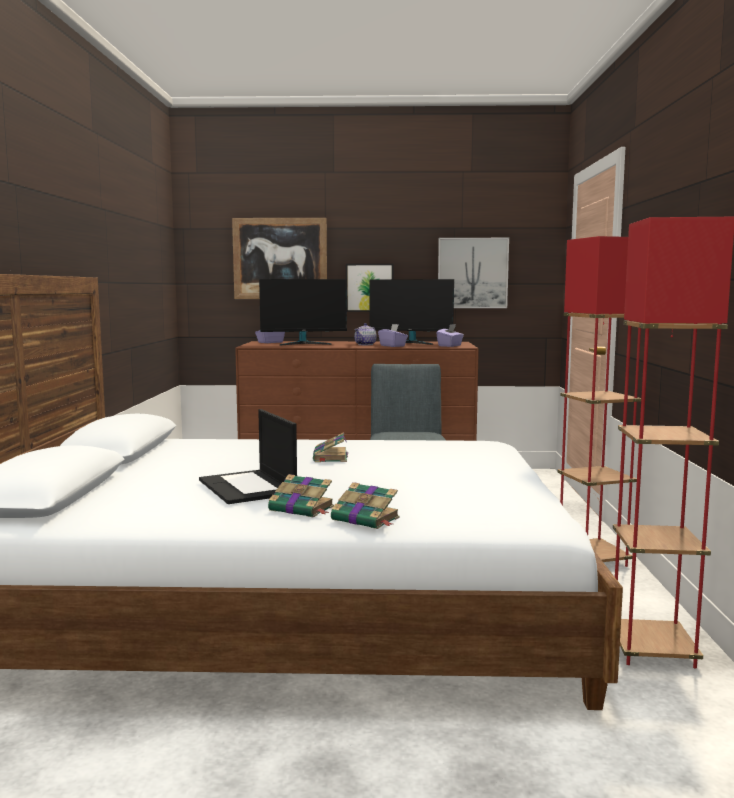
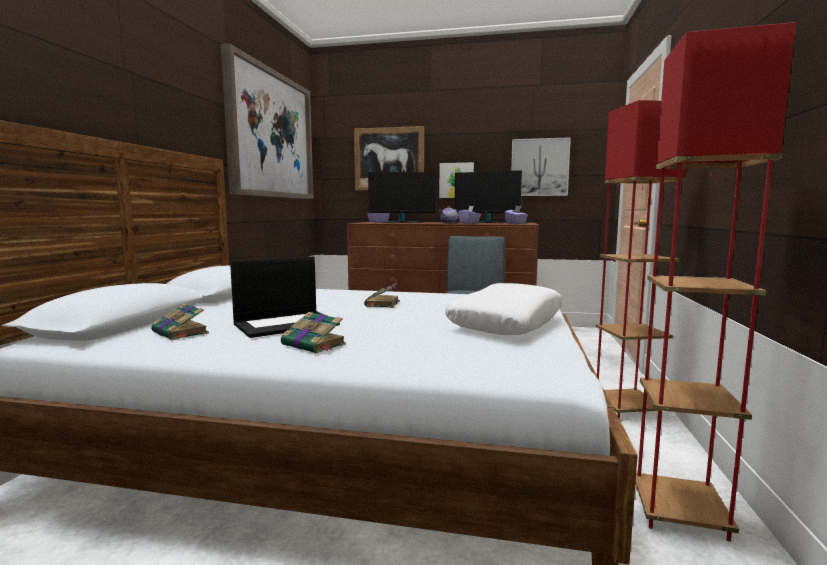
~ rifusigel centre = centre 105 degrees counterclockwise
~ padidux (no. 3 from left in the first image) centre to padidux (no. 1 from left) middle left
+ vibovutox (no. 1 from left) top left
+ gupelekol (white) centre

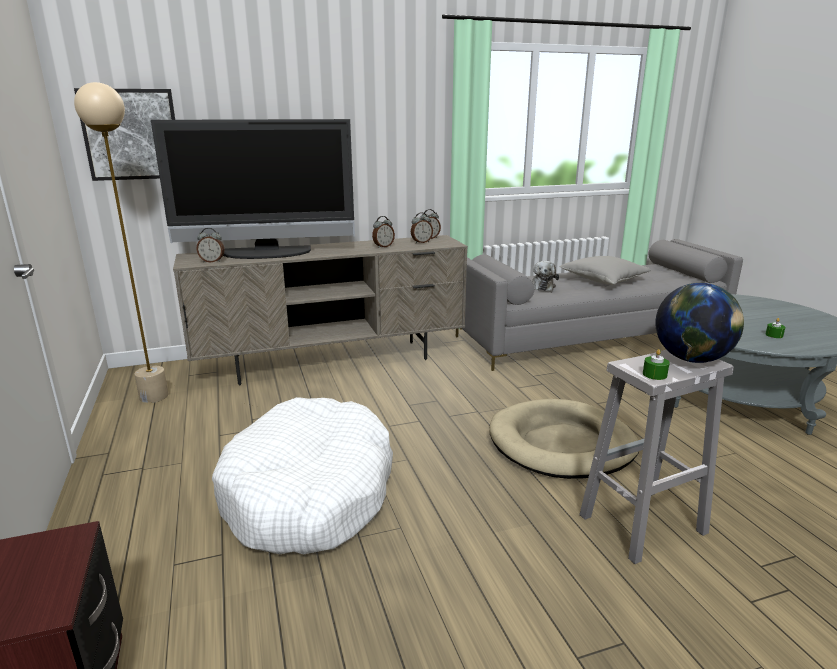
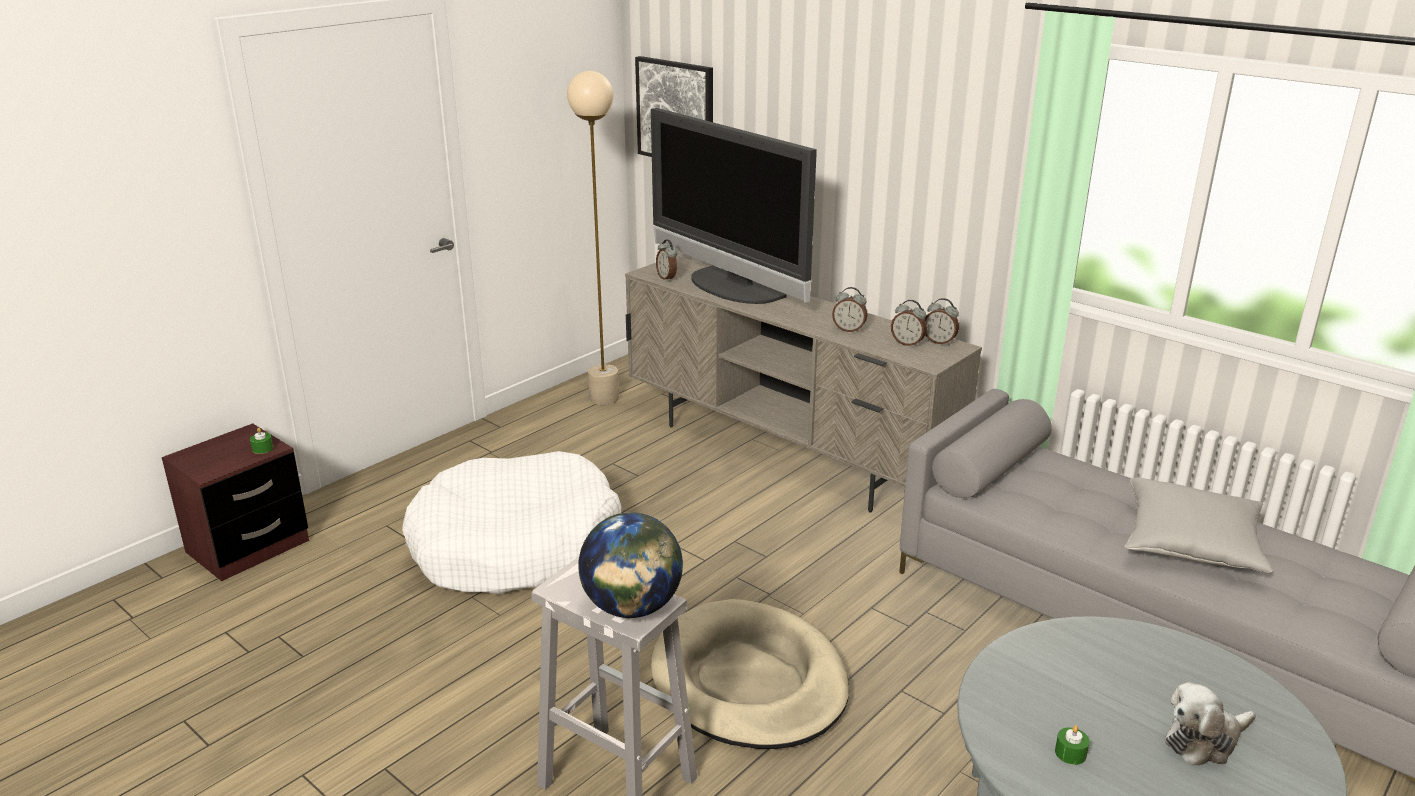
~ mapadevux centre to bottom right
~ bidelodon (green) (no. 1 from left) middle right to middle left

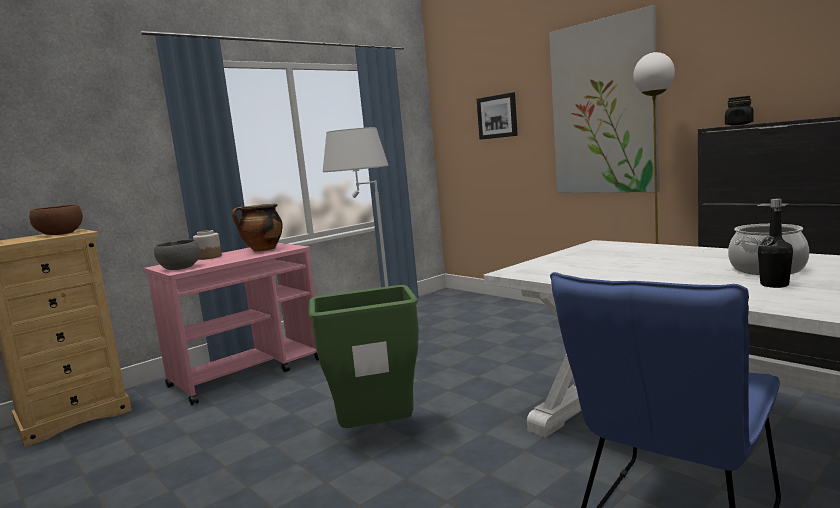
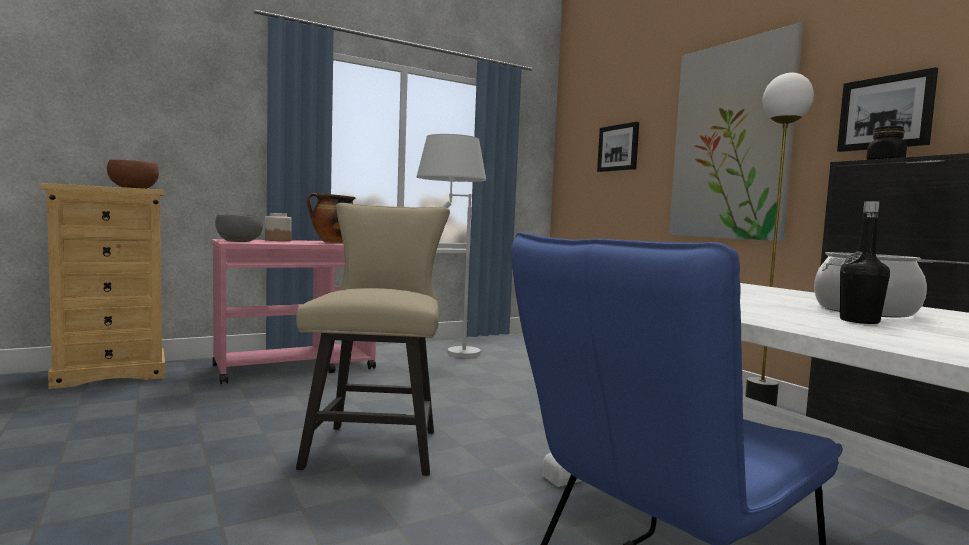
~ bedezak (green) bottom centre to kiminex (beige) centre
+ vibovutox (no. 3 from left) top right

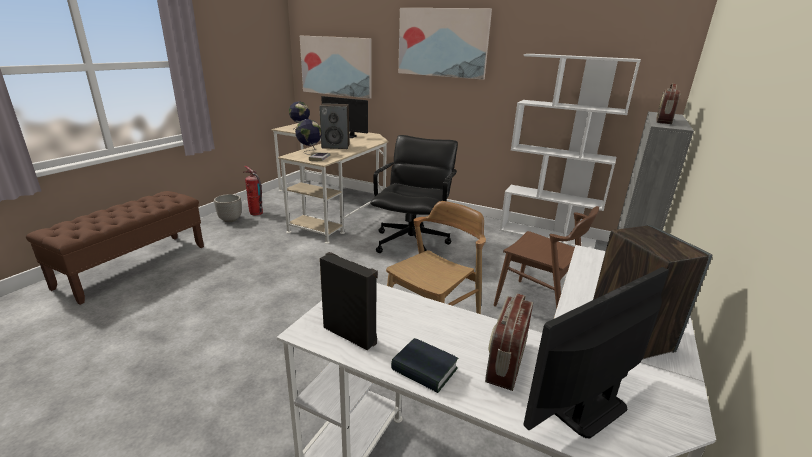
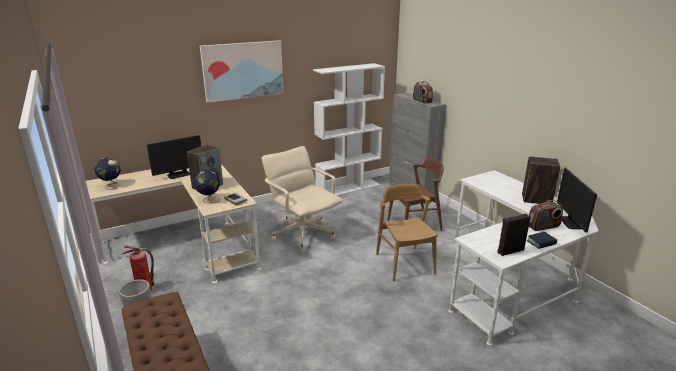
- vibovutox (no. 1 from left) top centre
~ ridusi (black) centre to ridusi (beige) centre
~ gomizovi (no. 1 from left in the first image) bottom centre = middle right 75 degrees counterclockwise

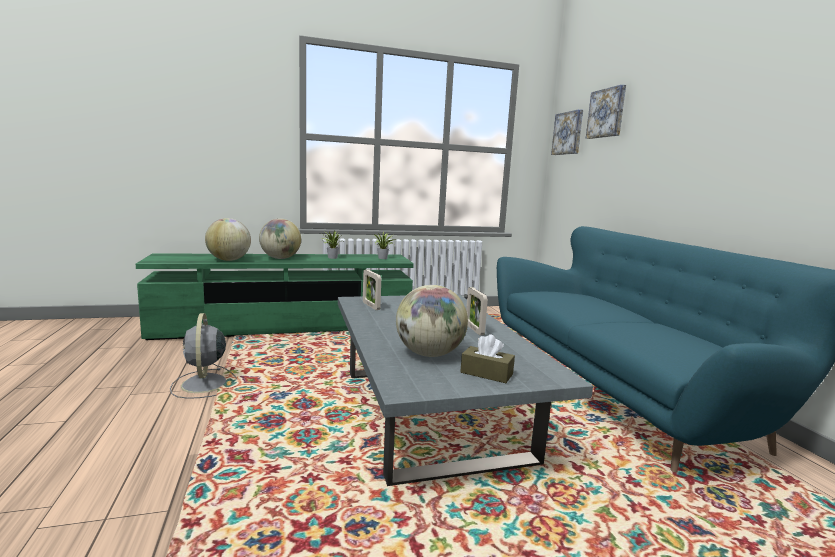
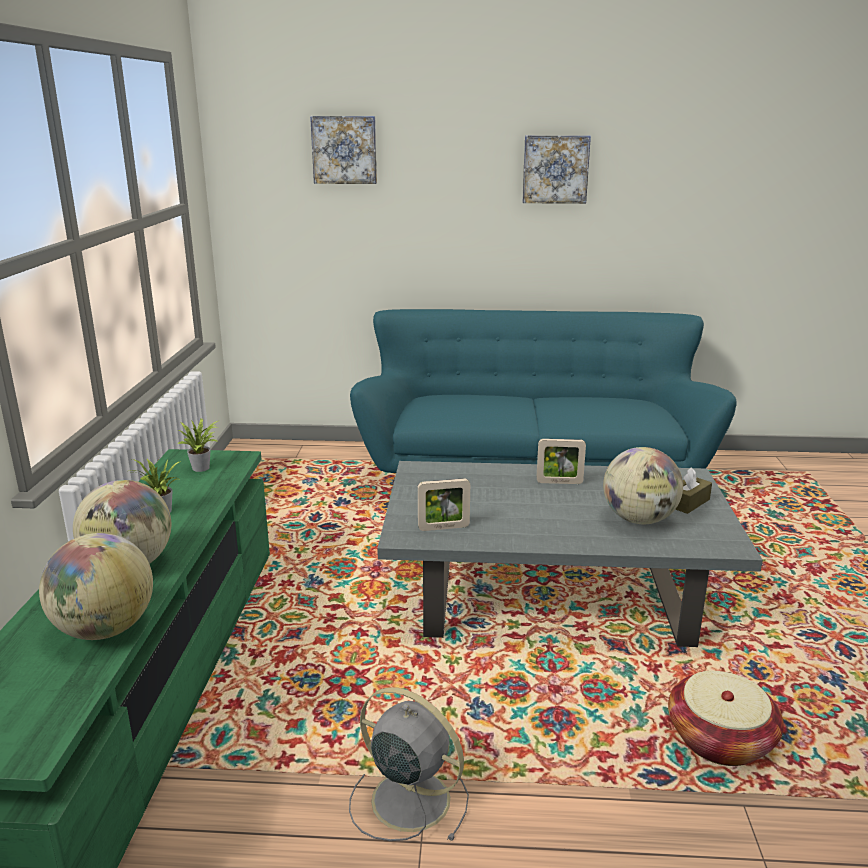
~ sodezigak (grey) middle left = bottom centre 150 degrees counterclockwise
~ vibovutox (no. 1 from left in the first image) top right to vibovutox (no. 2 from left) top centre
+ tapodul bottom right

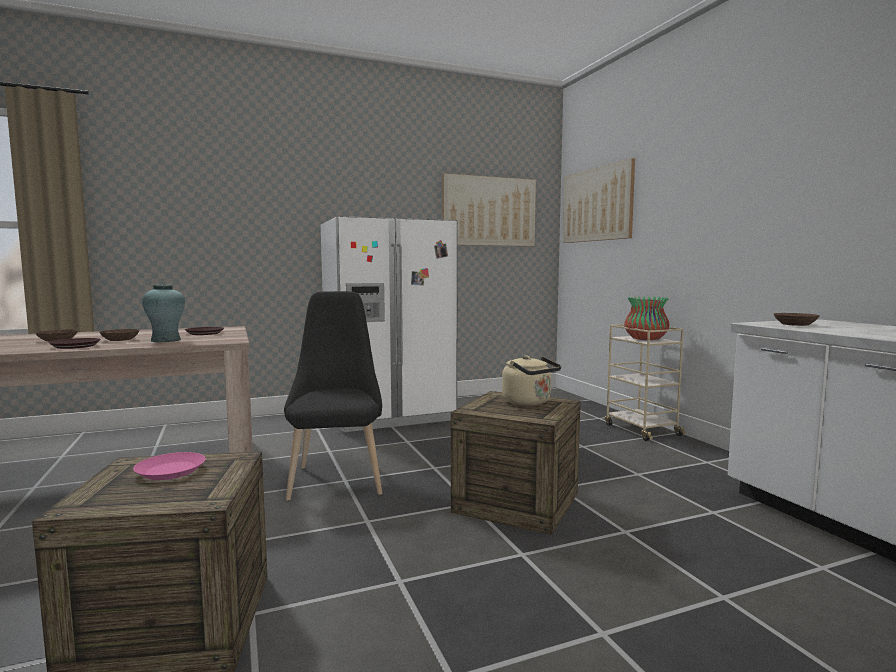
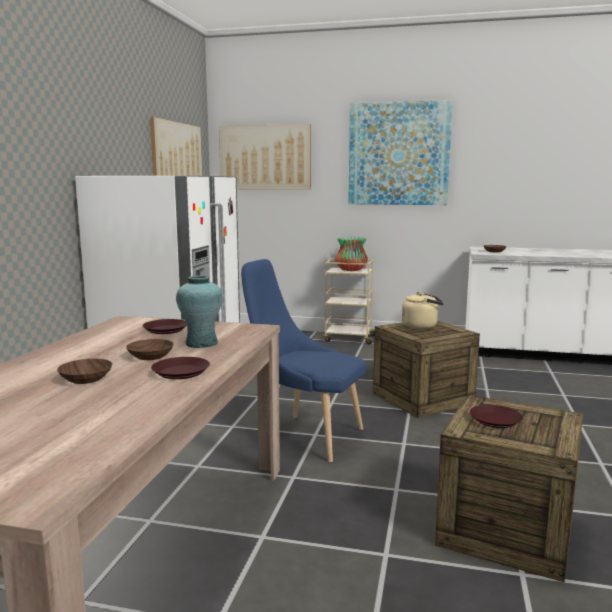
~ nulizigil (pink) bottom left to nulizigil (brown) (no. 3 from left) bottom right
~ kiminex (black) centre to kiminex (blue) centre
+ vibovutox (no. 3 from left) top centre

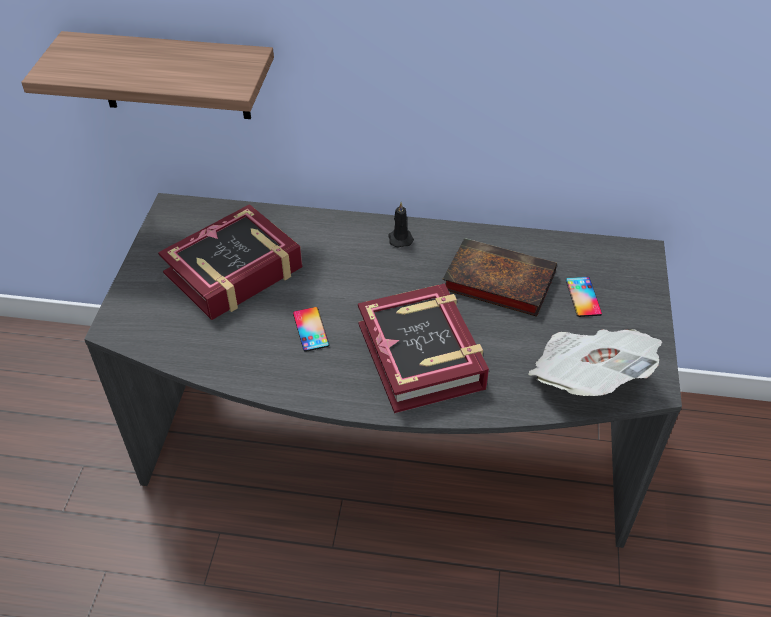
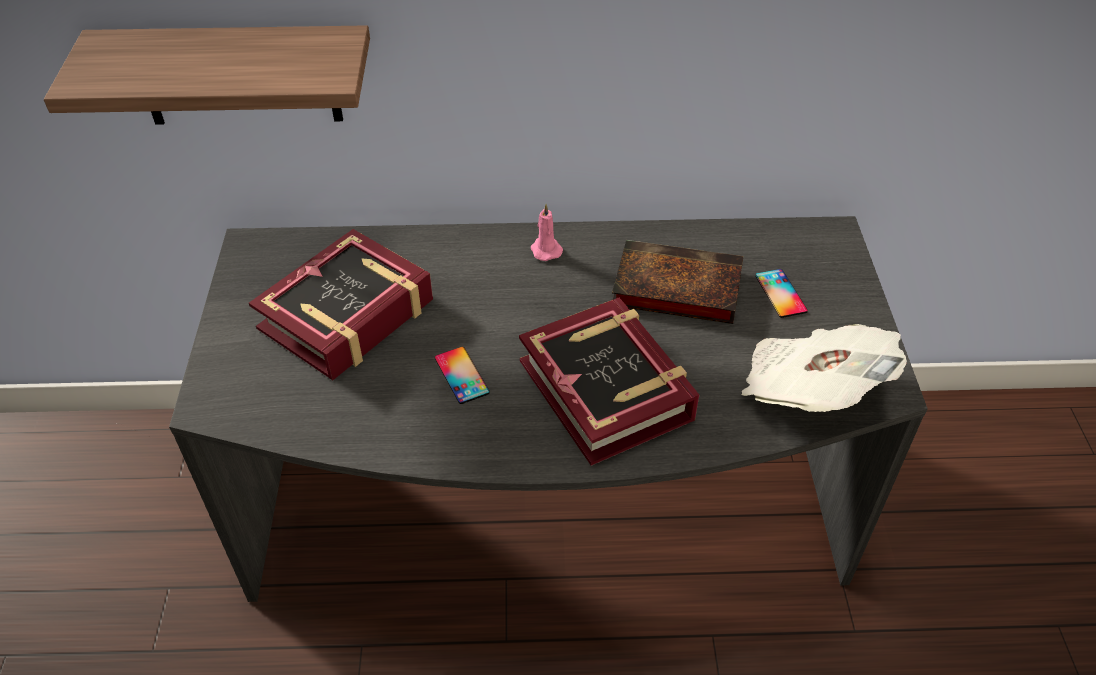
~ bidelodon (black) centre to bidelodon (pink) centre

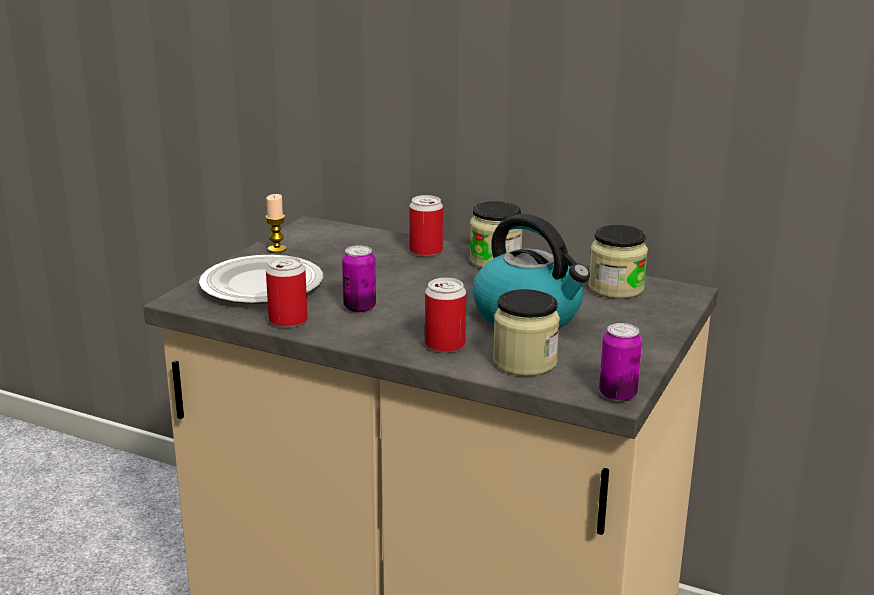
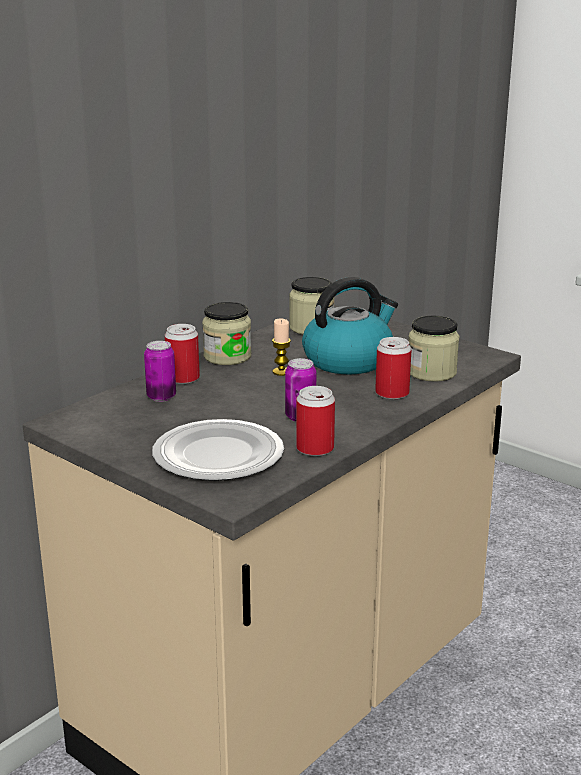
~ bidelodon middle left to centre
~ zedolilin (no. 5 from left in the first image) middle right to zedolilin (no. 1 from left) middle left

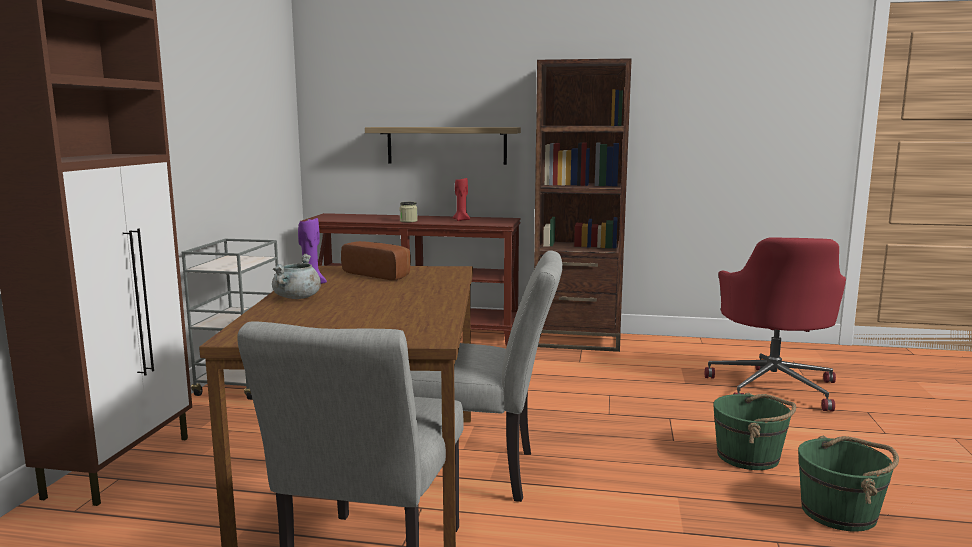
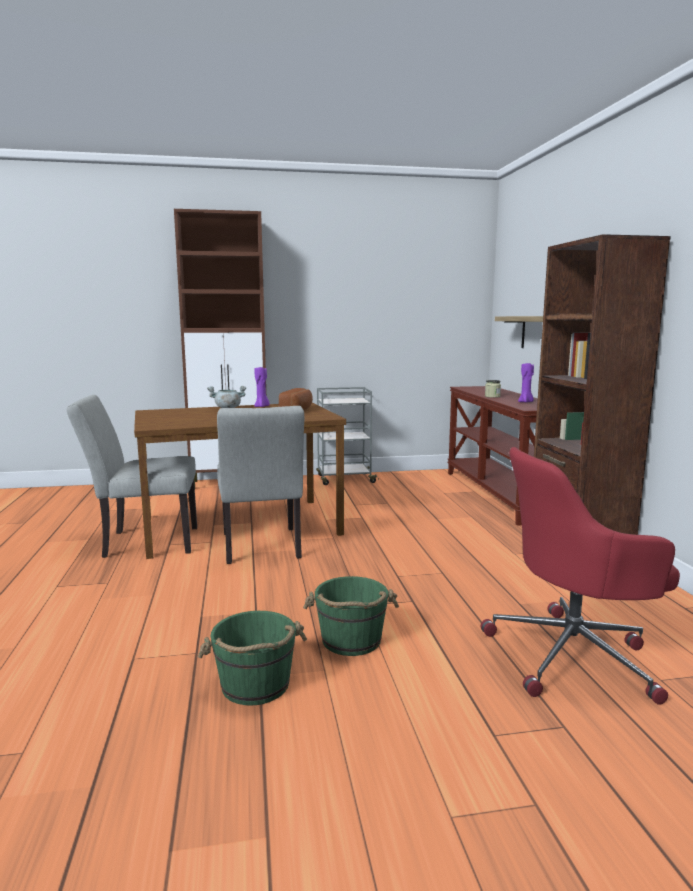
~ bidelodon (red) centre to bidelodon (purple) (no. 2 from left) middle right

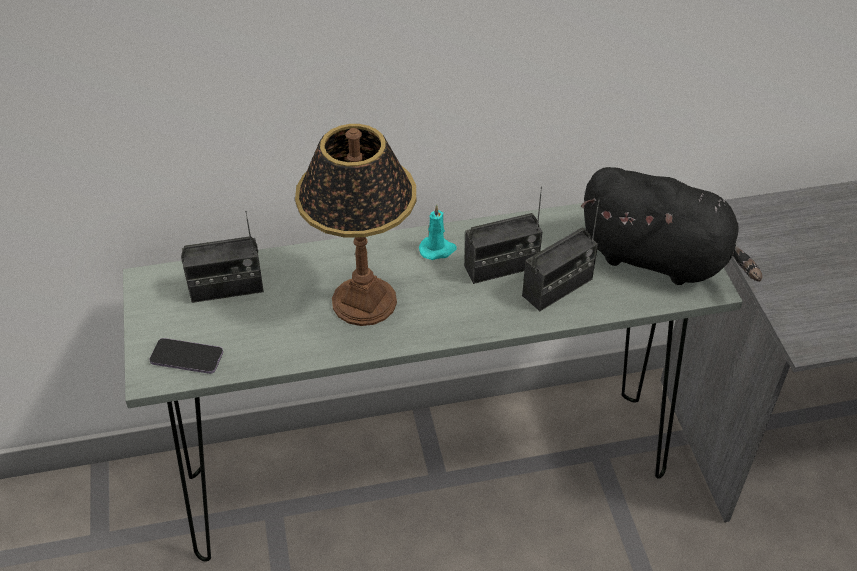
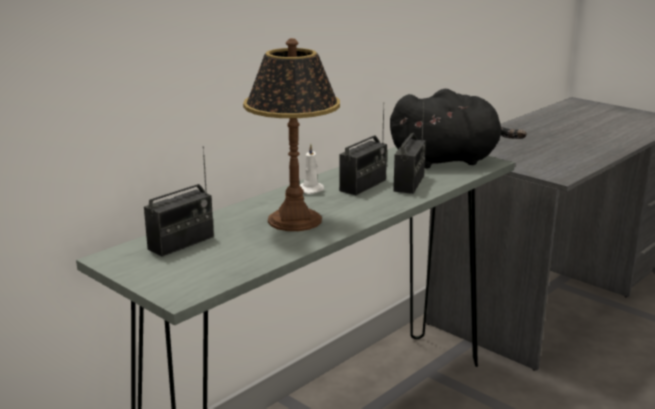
- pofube middle left
~ bidelodon (turquoise) centre to bidelodon (white) centre

